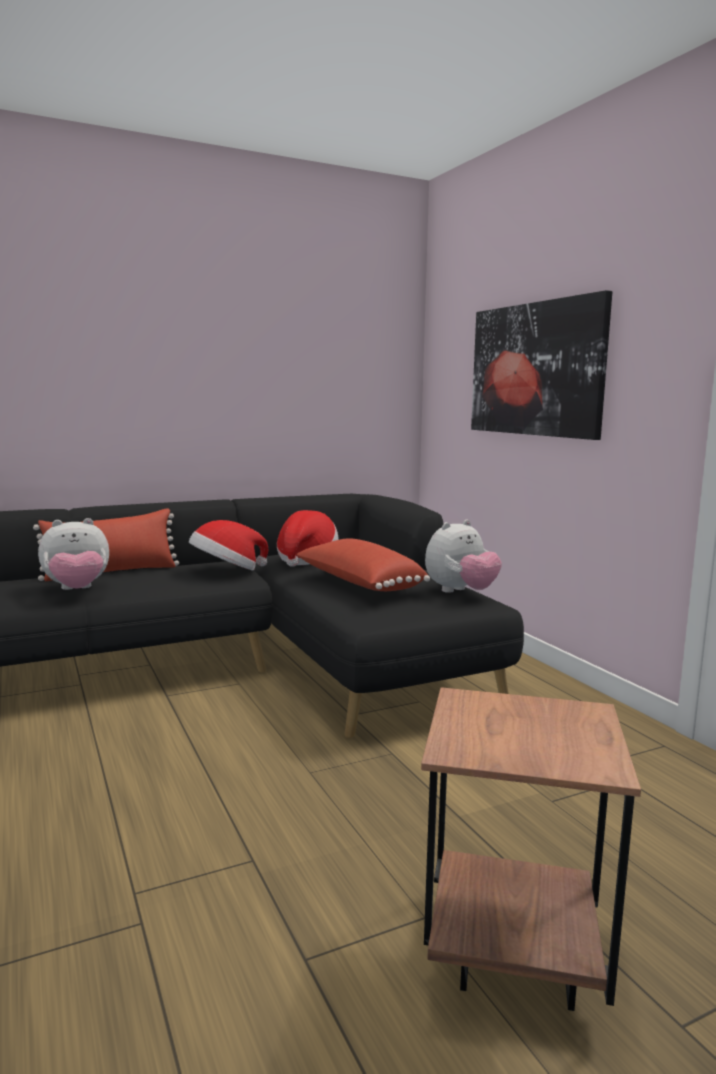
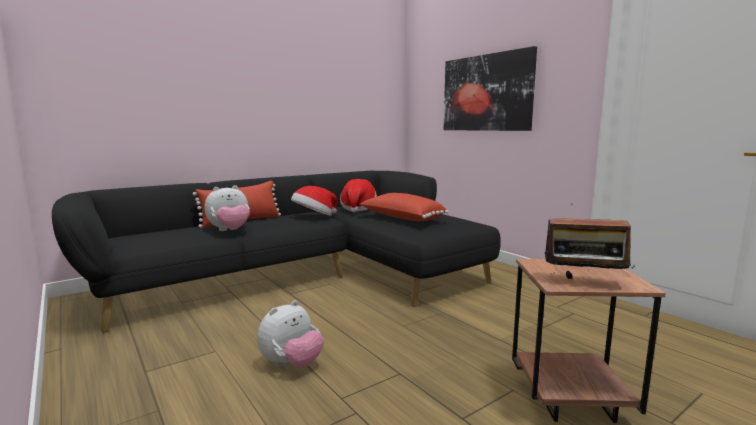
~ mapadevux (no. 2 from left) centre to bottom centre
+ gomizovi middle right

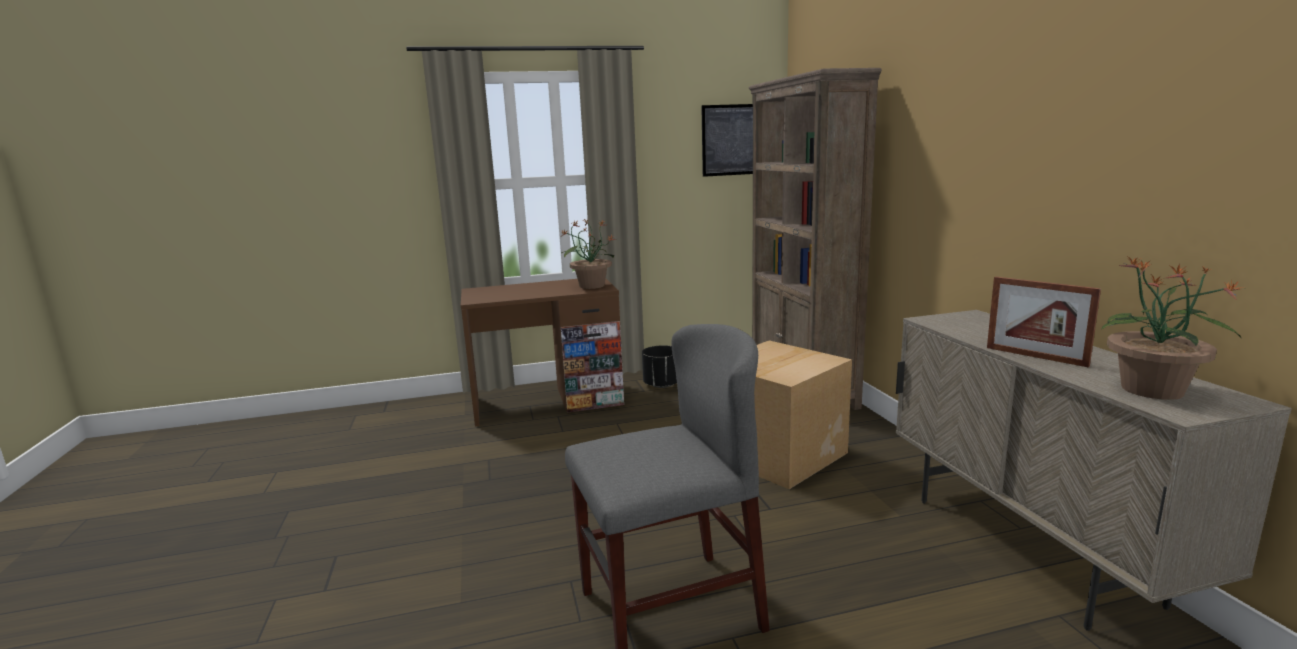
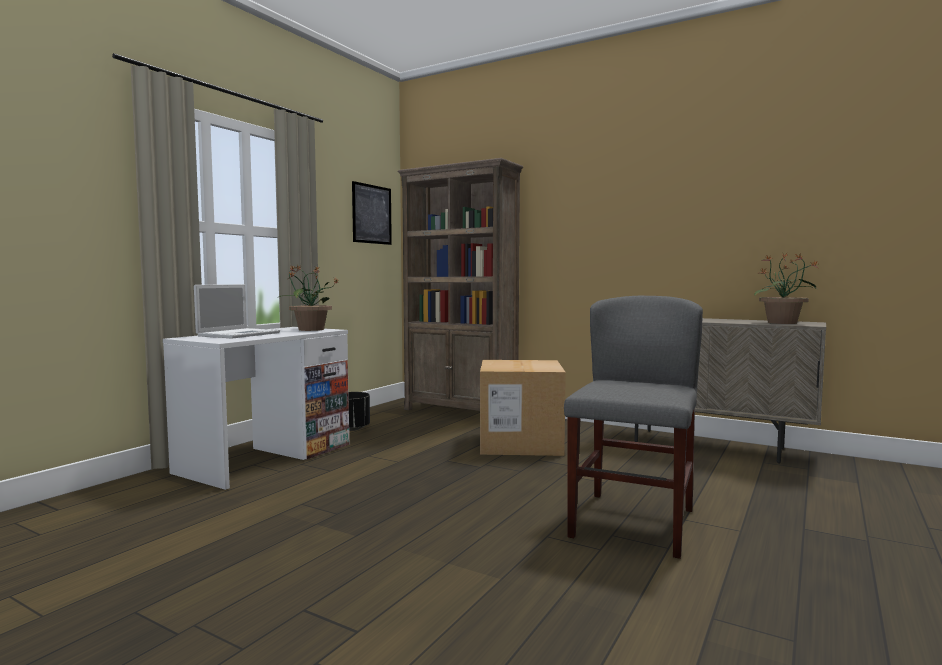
~ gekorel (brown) centre to gekorel (white) middle left
- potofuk middle right
+ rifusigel middle left

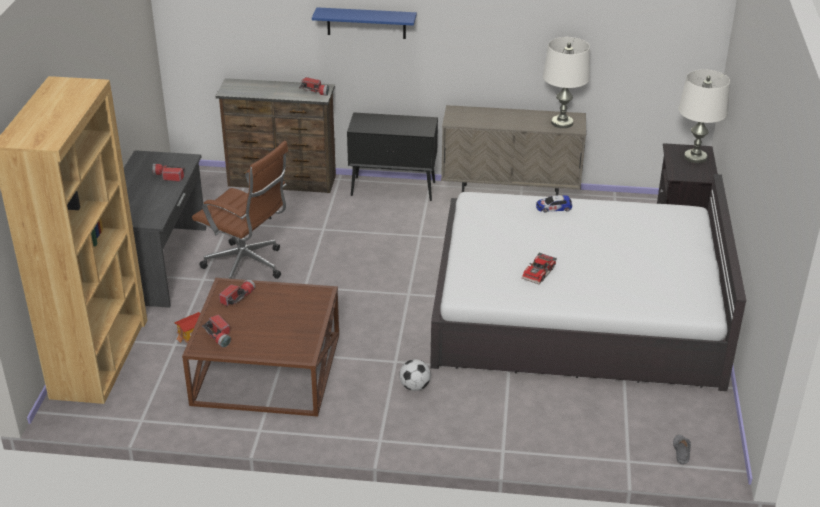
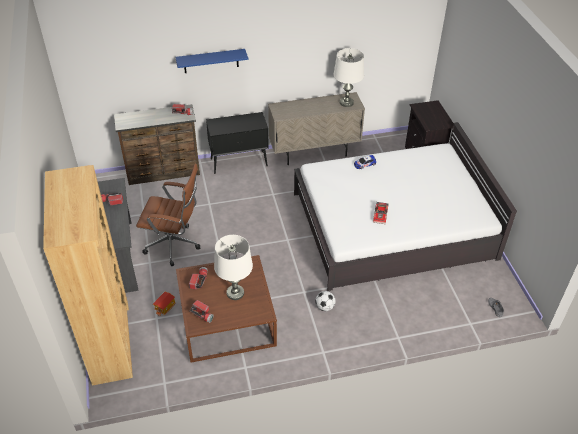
~ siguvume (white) (no. 2 from left in the first image) top right to siguvume (white) (no. 1 from left) centre

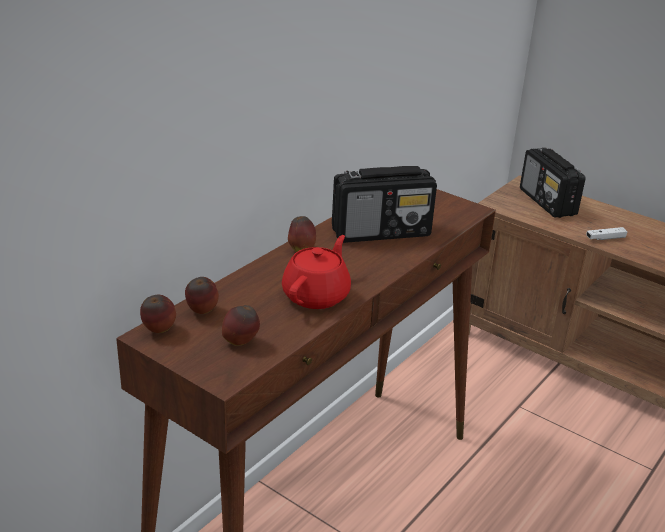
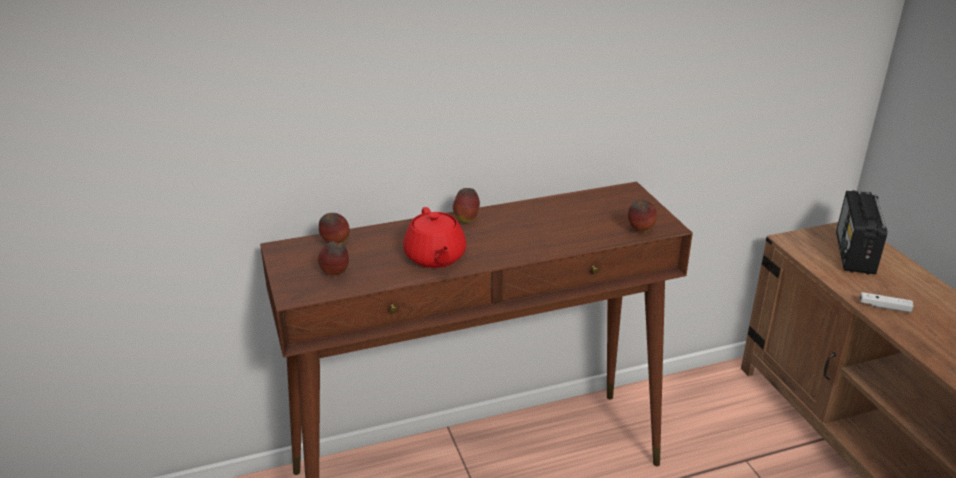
~ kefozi (no. 1 from left in the first image) middle left to kefozi (no. 4 from left) middle right
~ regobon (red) centre = centre 105 degrees clockwise
- gomizovi (no. 1 from left) centre

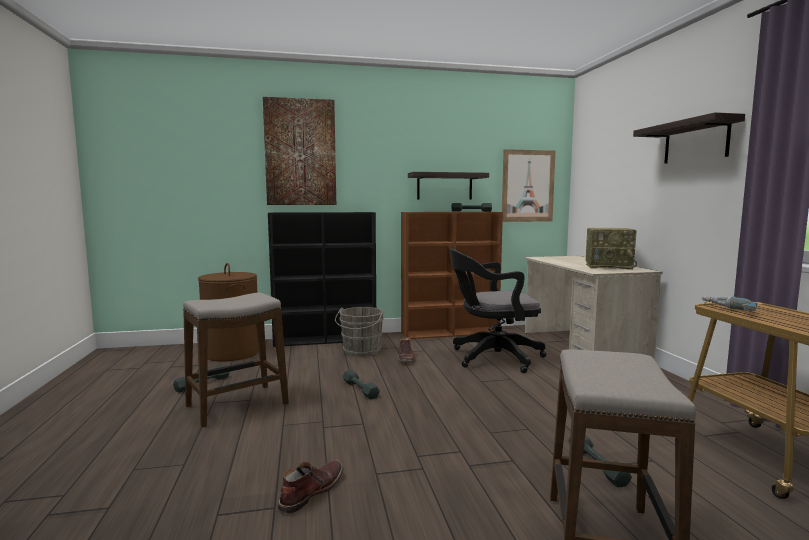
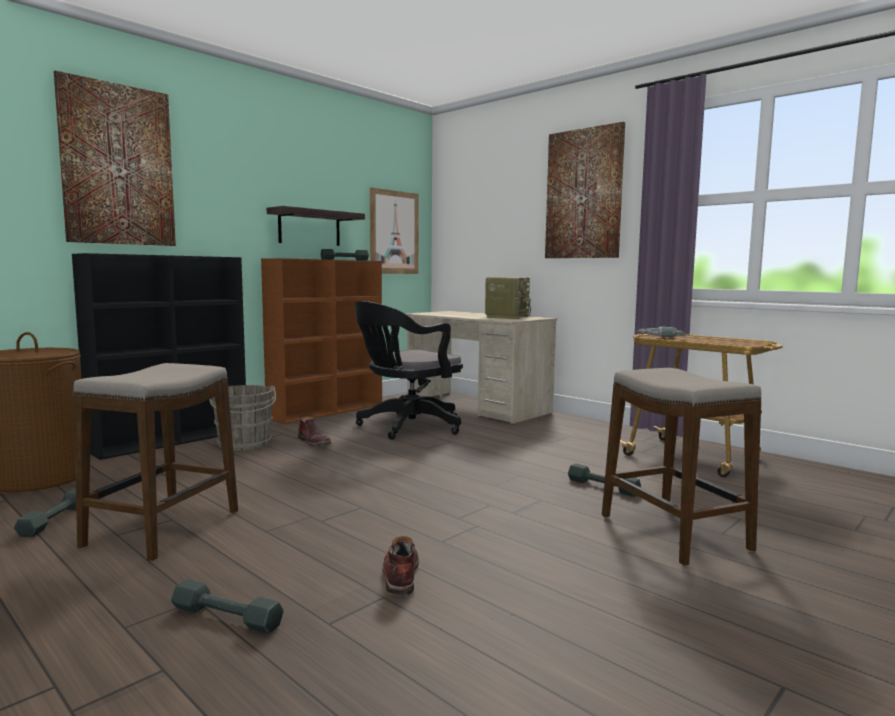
~ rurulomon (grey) (no. 2 from left) bottom centre to bottom left
~ gomizovi middle right = centre 45 degrees counterclockwise
~ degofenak (no. 2 from left) top right to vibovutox (no. 3 from left) top centre

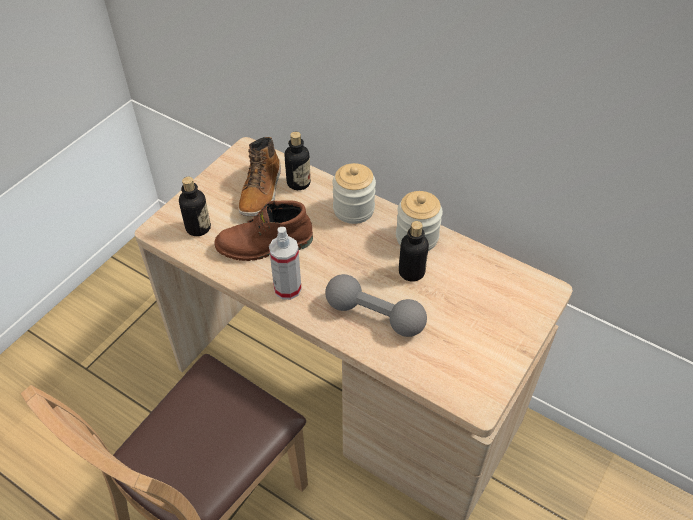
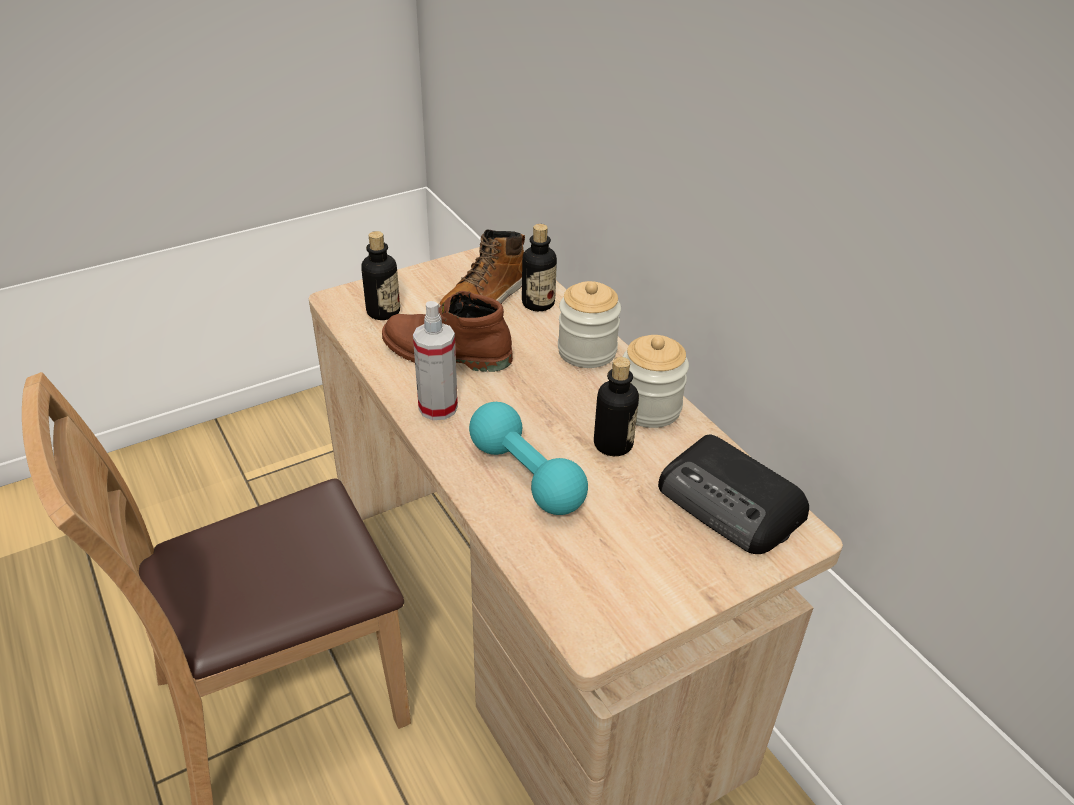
~ rurulomon (grey) centre to rurulomon (turquoise) centre
+ gomizovi middle right

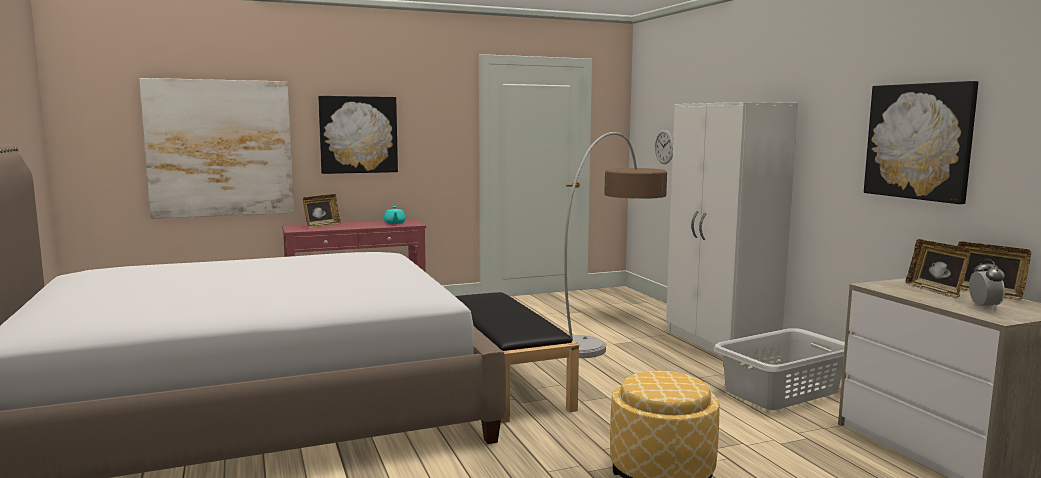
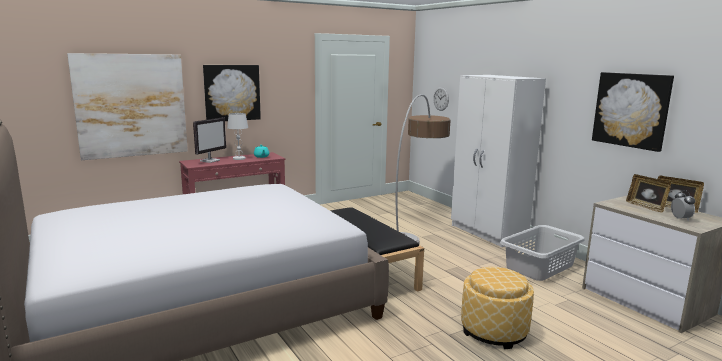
~ potofuk (no. 1 from left) middle left to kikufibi middle left
+ siguvume (white) middle left

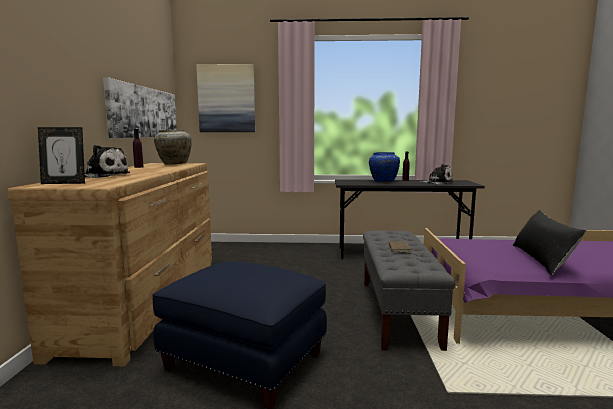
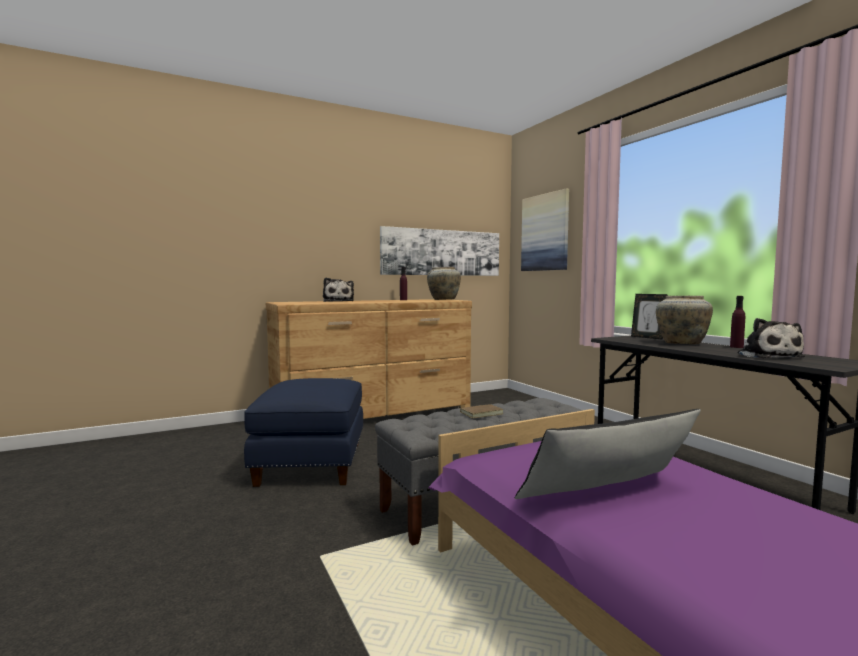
~ potofuk middle left to middle right
~ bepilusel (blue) centre to bepilusel (beige) (no. 2 from left) middle right

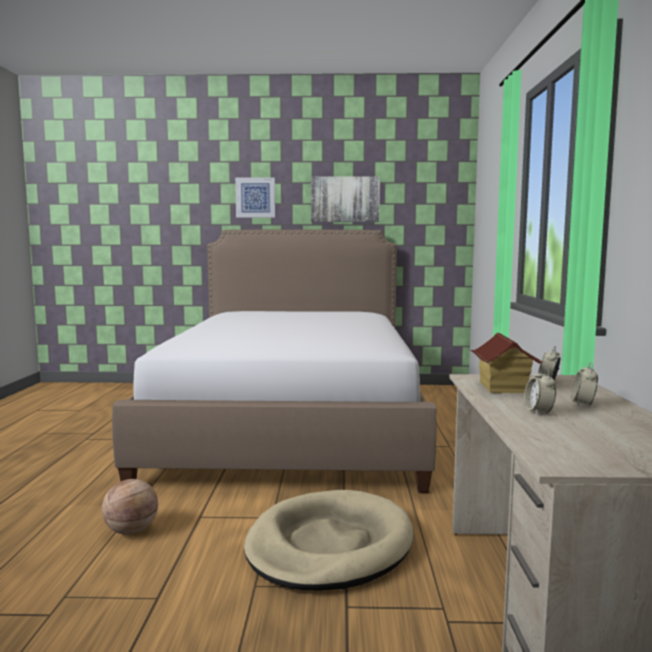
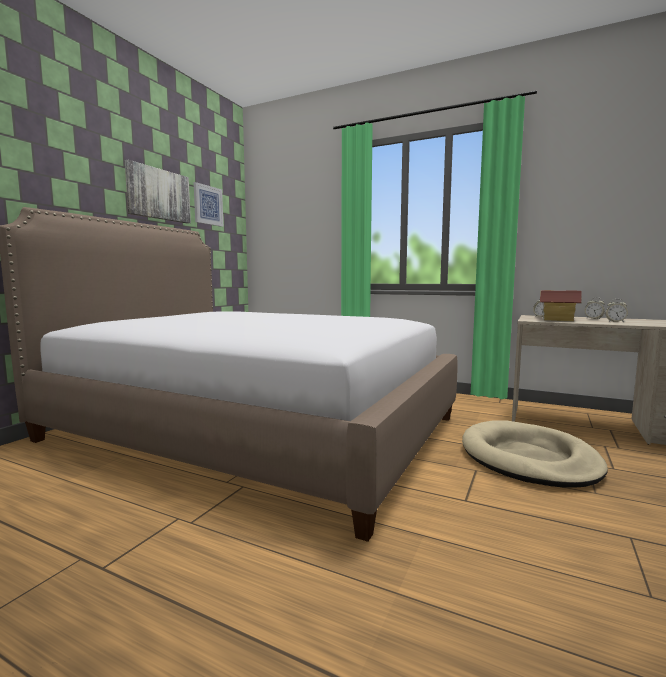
- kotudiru bottom left
~ vibovutox (no. 1 from left in the first image) top centre to vibovutox (no. 2 from left) top left

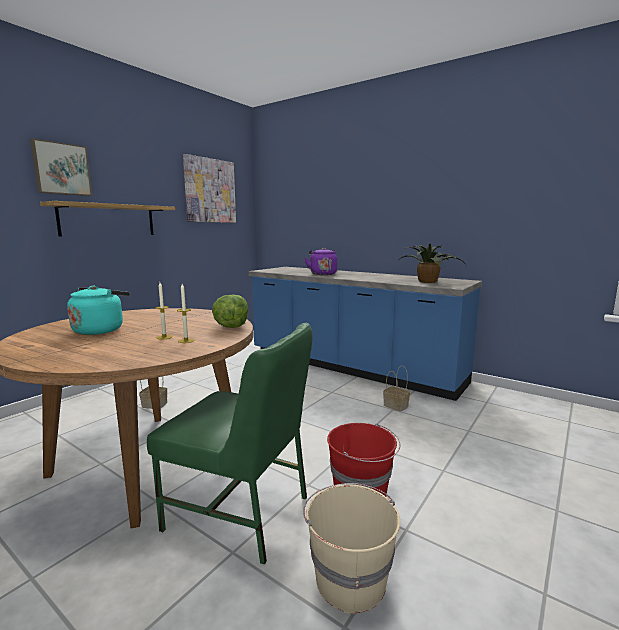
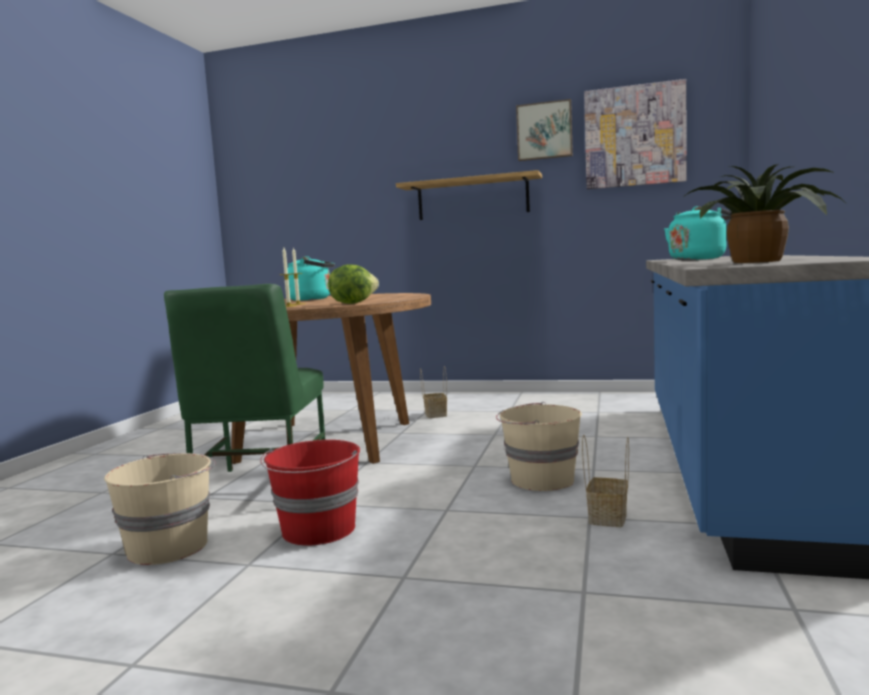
~ vibovutox (no. 1 from left) top left to top centre
~ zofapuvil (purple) centre to zofapuvil (turquoise) (no. 2 from left) middle right
+ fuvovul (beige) (no. 2 from left) centre

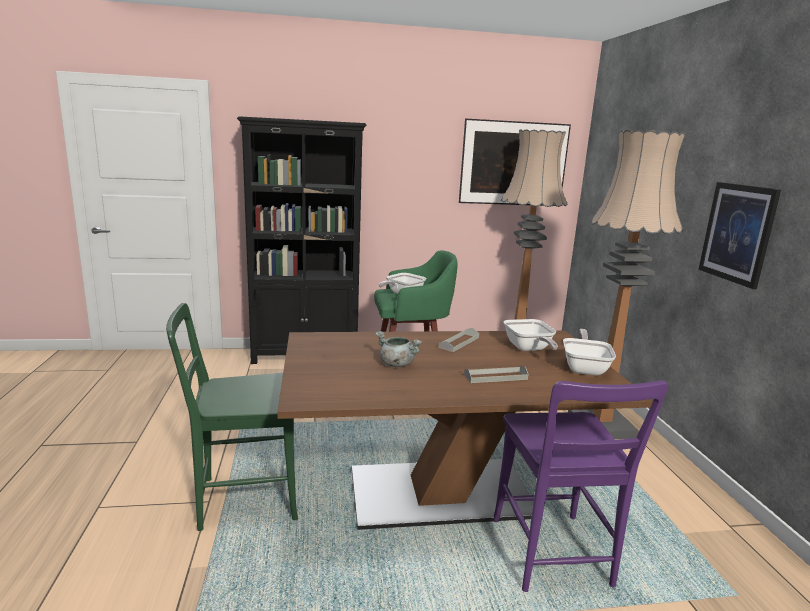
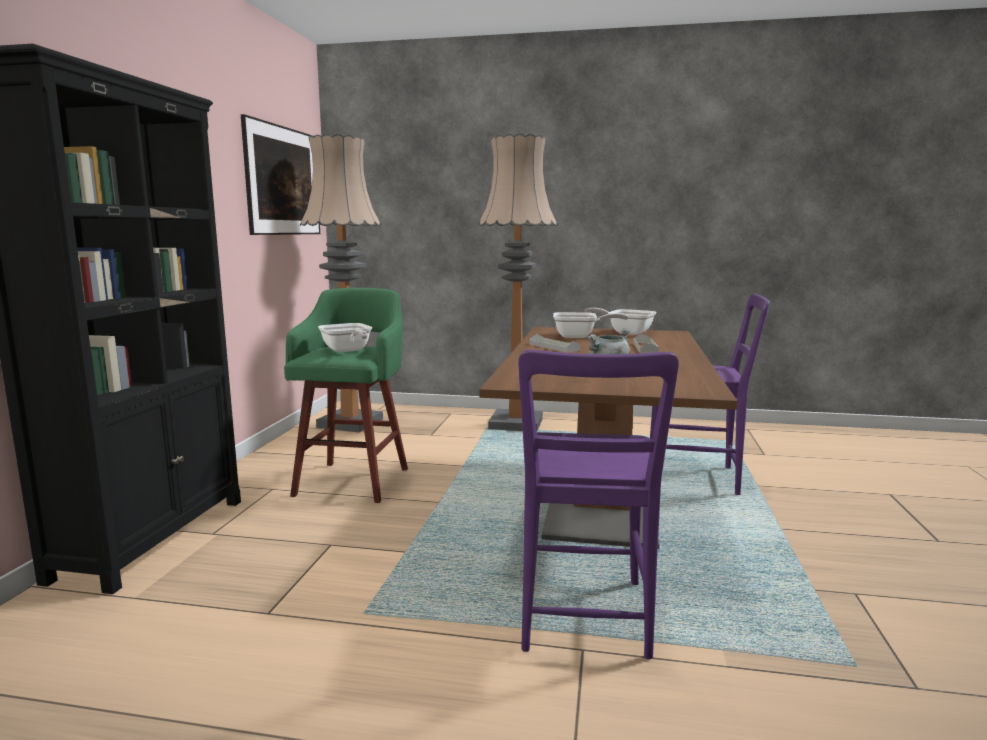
~ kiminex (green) bottom left to kiminex (purple) (no. 1 from left) bottom centre
- vibovutox (no. 2 from left) middle right

